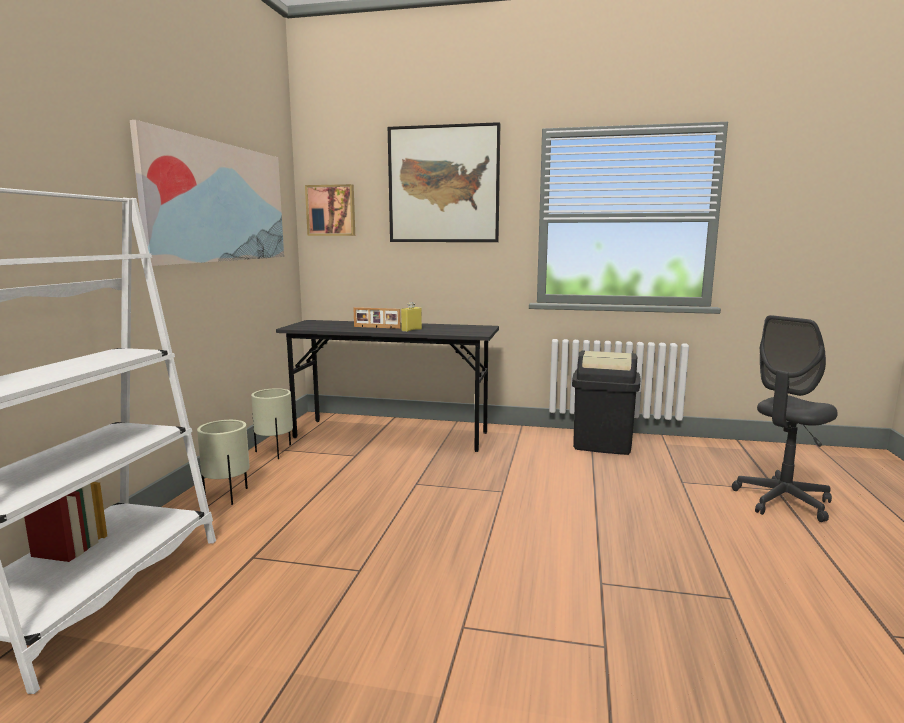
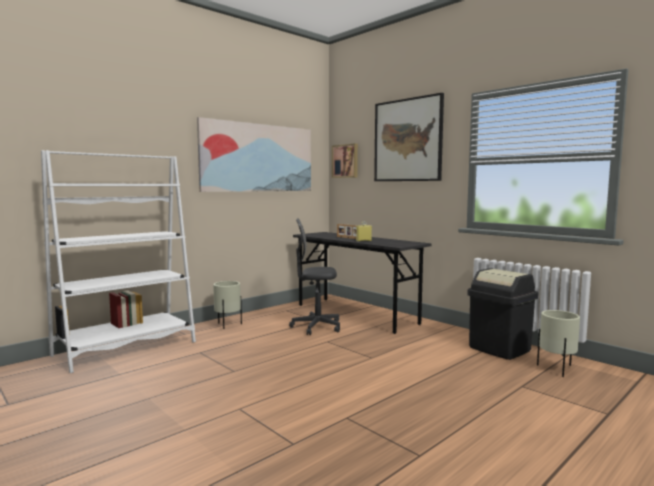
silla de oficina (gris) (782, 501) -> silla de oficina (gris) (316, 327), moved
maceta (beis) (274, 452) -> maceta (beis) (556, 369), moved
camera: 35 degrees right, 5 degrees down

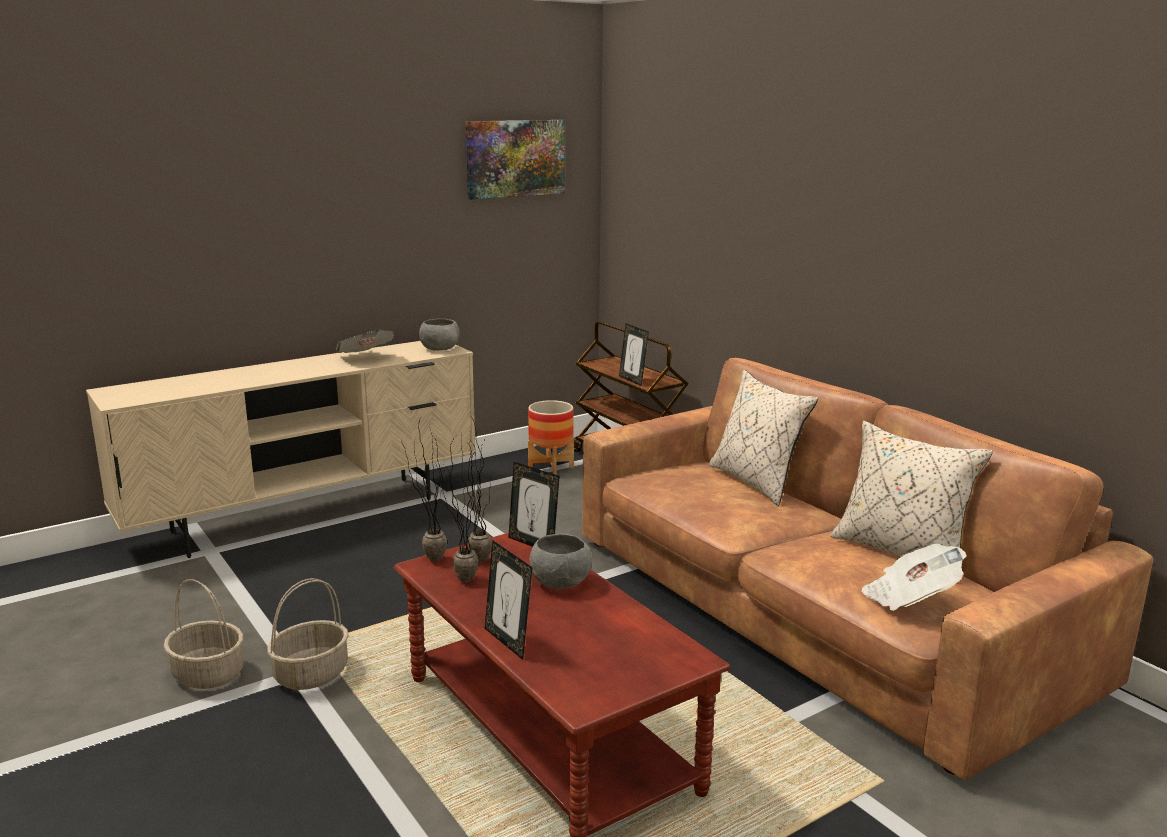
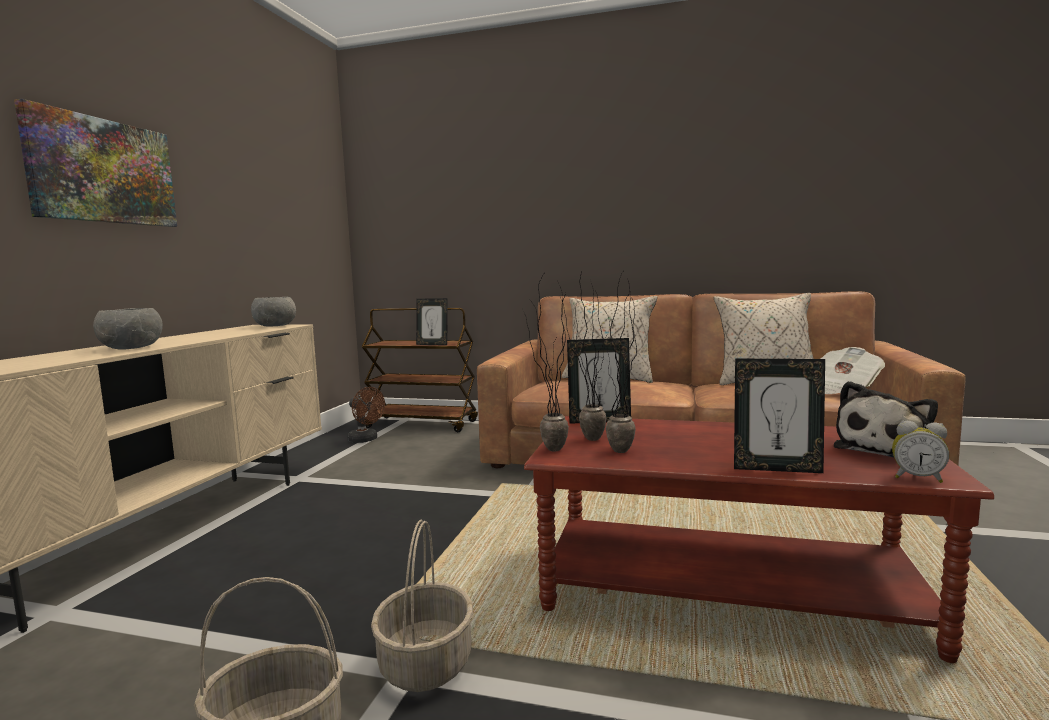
cuadro (515, 158) -> cuadro (102, 171), moved
cuenco (gris) (561, 582) -> cuenco (gris) (132, 348), moved
maceta (551, 468) -> ventilador (marrón) (366, 440)
none -> peluche (888, 449)
none -> despertador (917, 478)
periódico (365, 358) -> none
camera: 40 degrees left, 10 degrees down

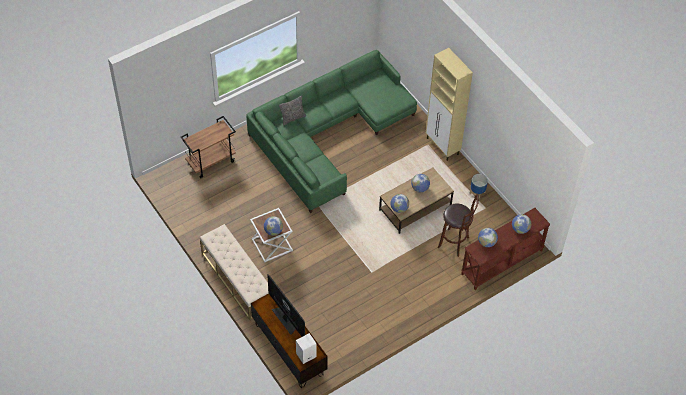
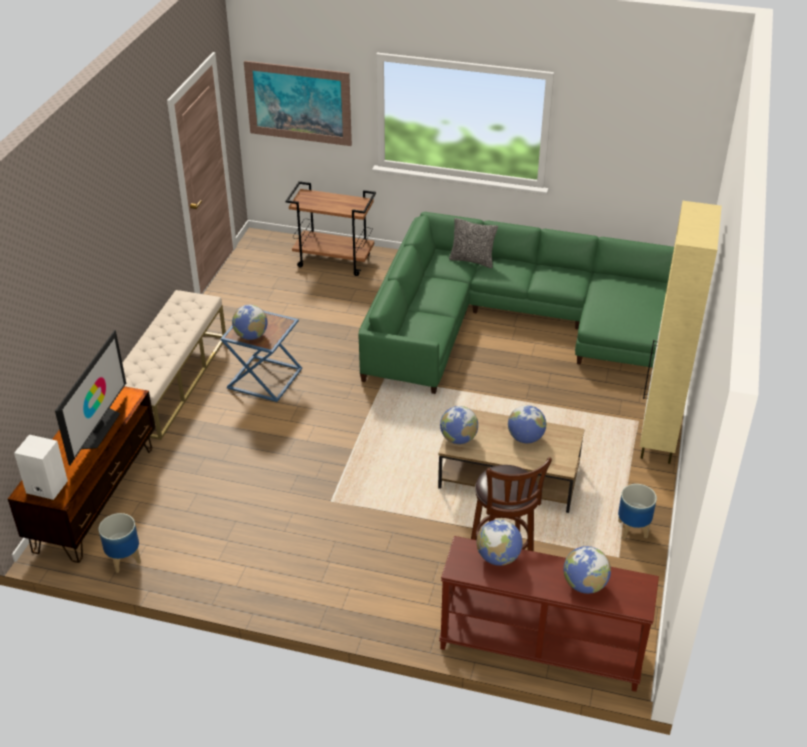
none -> maceta (124, 560)
mesa auxiliar (blanco) (273, 245) -> mesa auxiliar (azul) (265, 379)
none -> cuadro (298, 103)
camera: 50 degrees right, 15 degrees down

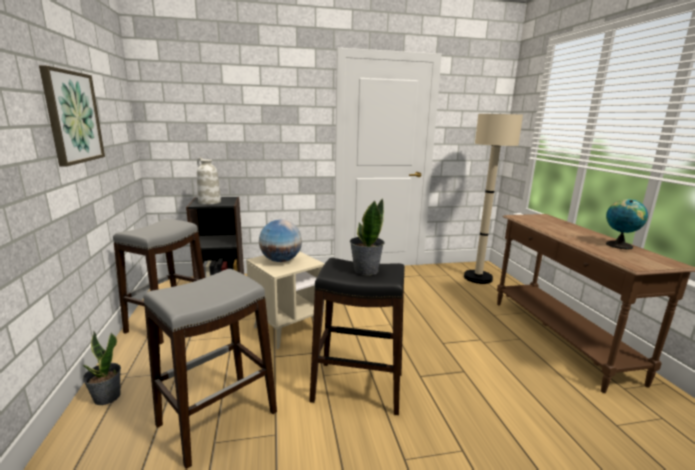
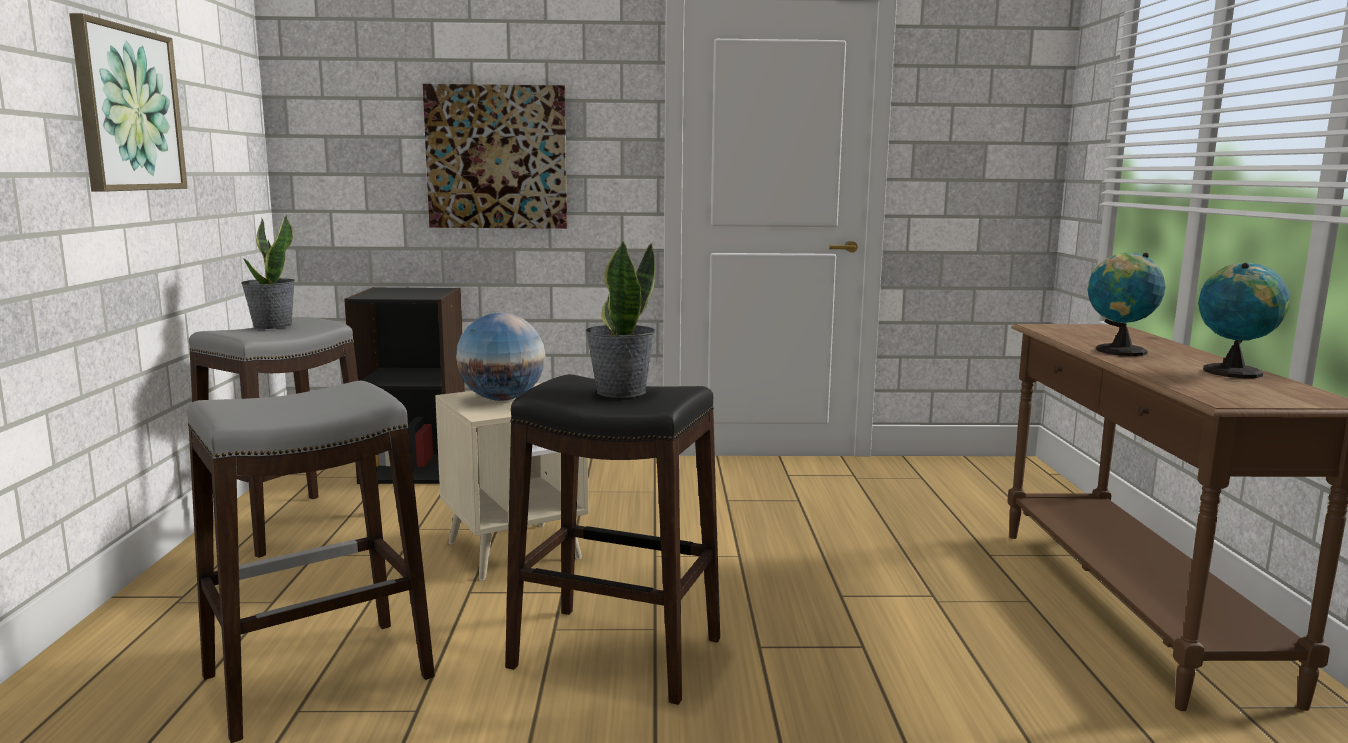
planta en maceta (107, 397) -> planta en maceta (272, 326), moved
none -> cuadro (497, 157)
none -> globo terráqueo (1117, 351)
florero (blanco) (209, 202) -> none
lámpara de pie (beis) (478, 278) -> none
camera: 10 degrees right, 5 degrees down

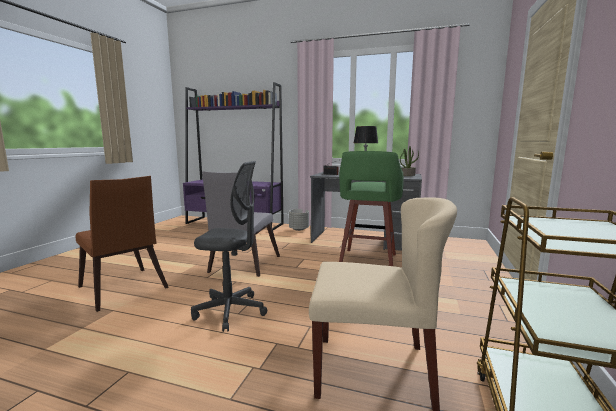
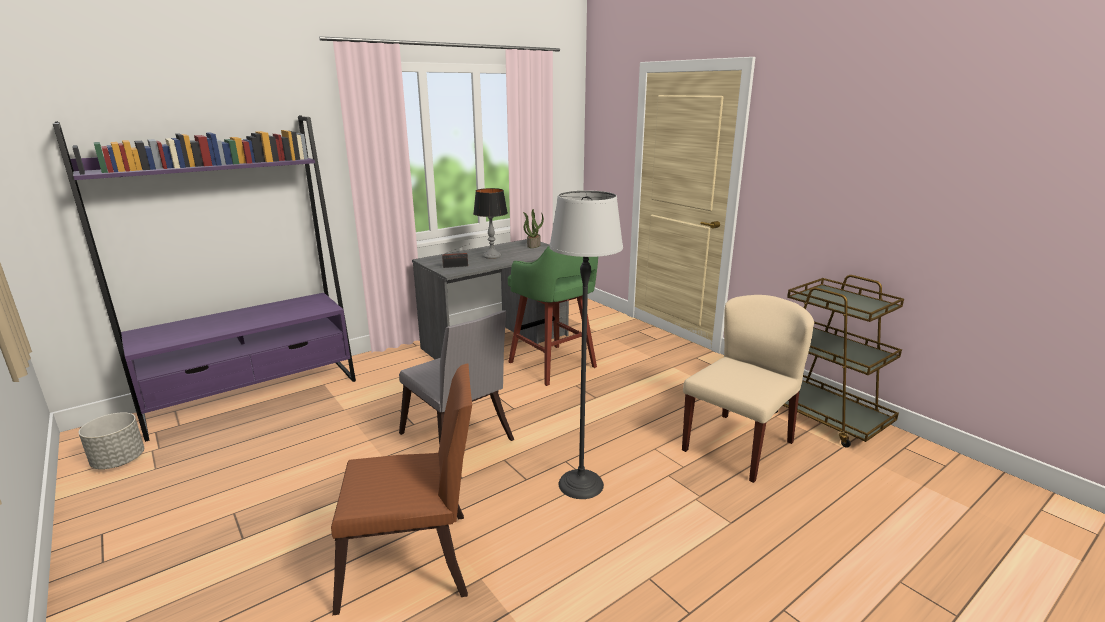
maceta (gris) (299, 229) -> maceta (gris) (119, 461), moved
silla de oficina (gris) (230, 311) -> lámpara de pie (581, 484)
camera: 55 degrees left, 10 degrees up

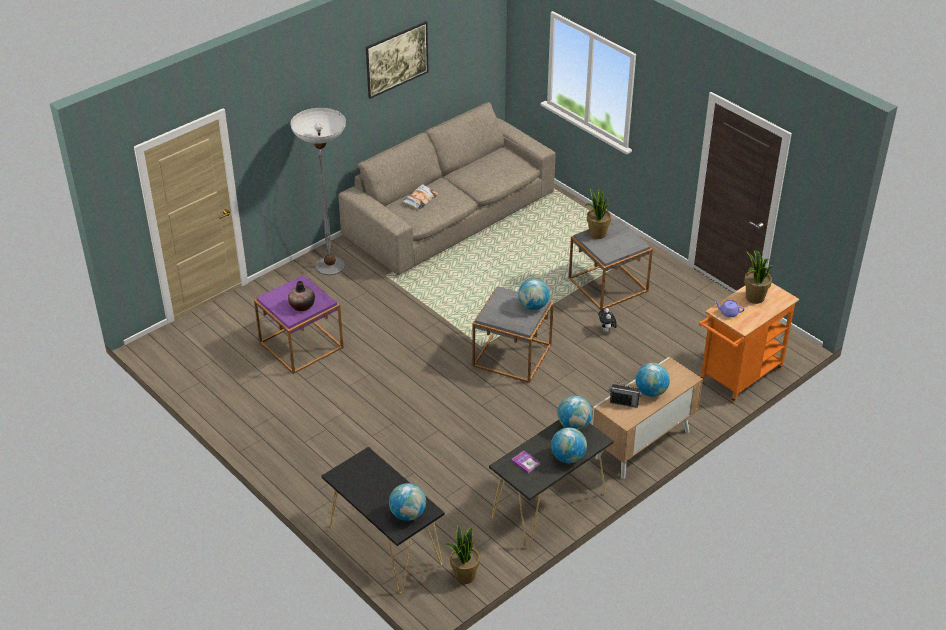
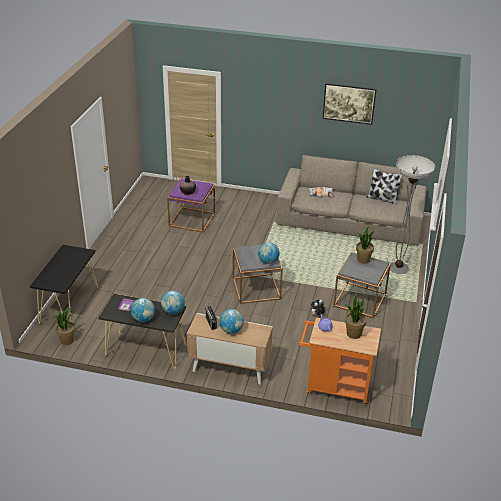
none -> cojín (382, 199)
lámpara de pie (330, 266) -> lámpara de pie (398, 268), moved
globo terráqueo (408, 514) -> none
camera: 55 degrees right, 5 degrees down

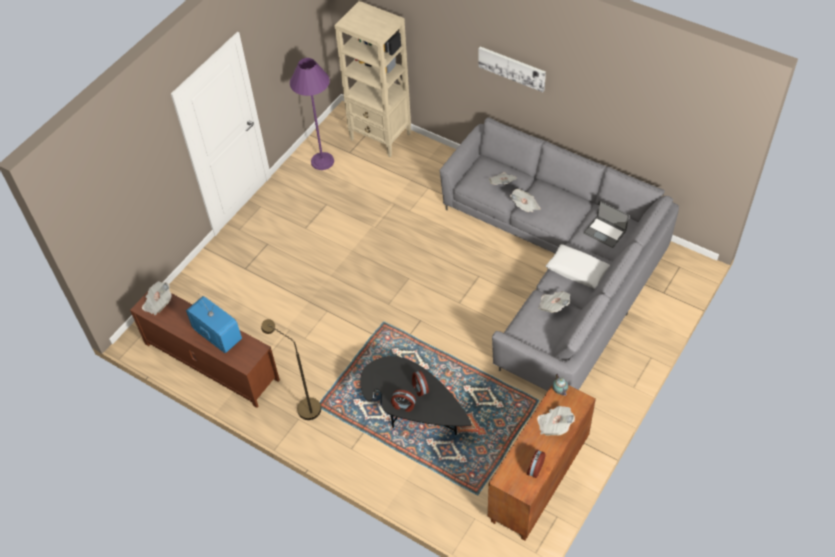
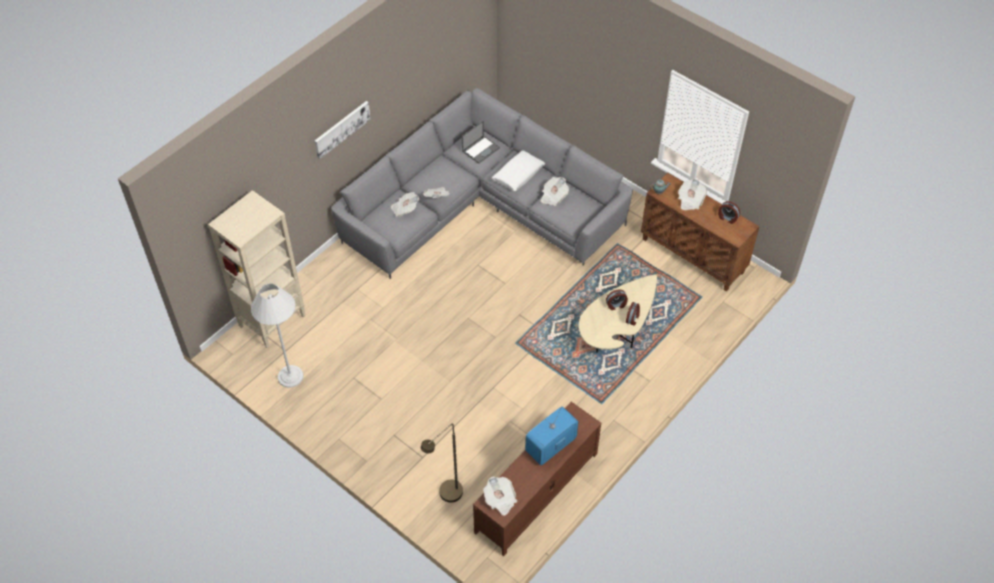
lámpara de pie (morado) (322, 161) -> lámpara de pie (blanco) (290, 376)
lámpara de pie (marrón) (303, 407) -> lámpara de pie (marrón) (446, 496), moved
mesa de centro (negro) (412, 410) -> mesa de centro (beis) (616, 331)
camera: 85 degrees left, 0 degrees up

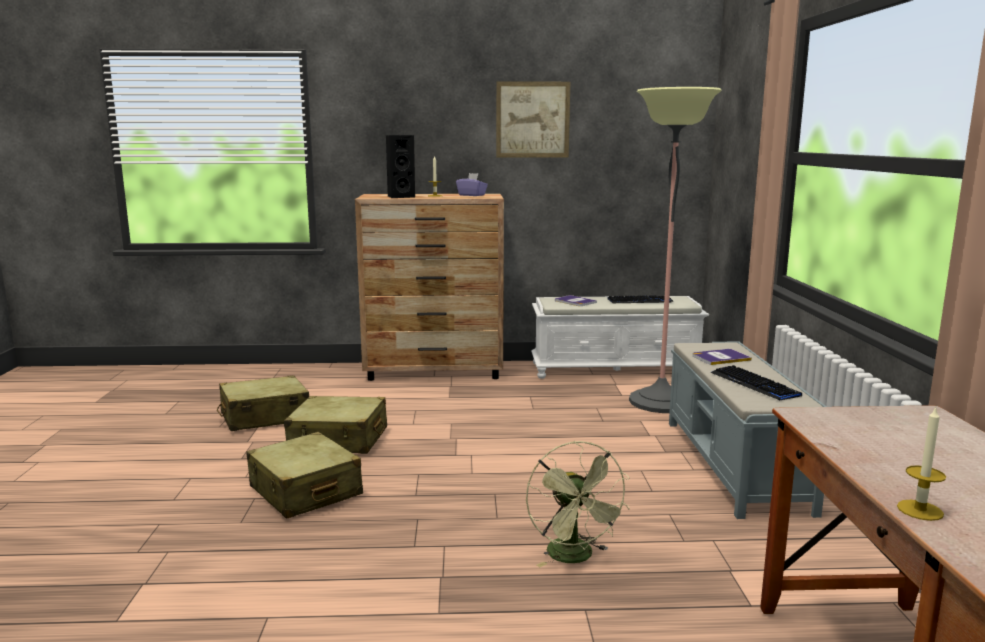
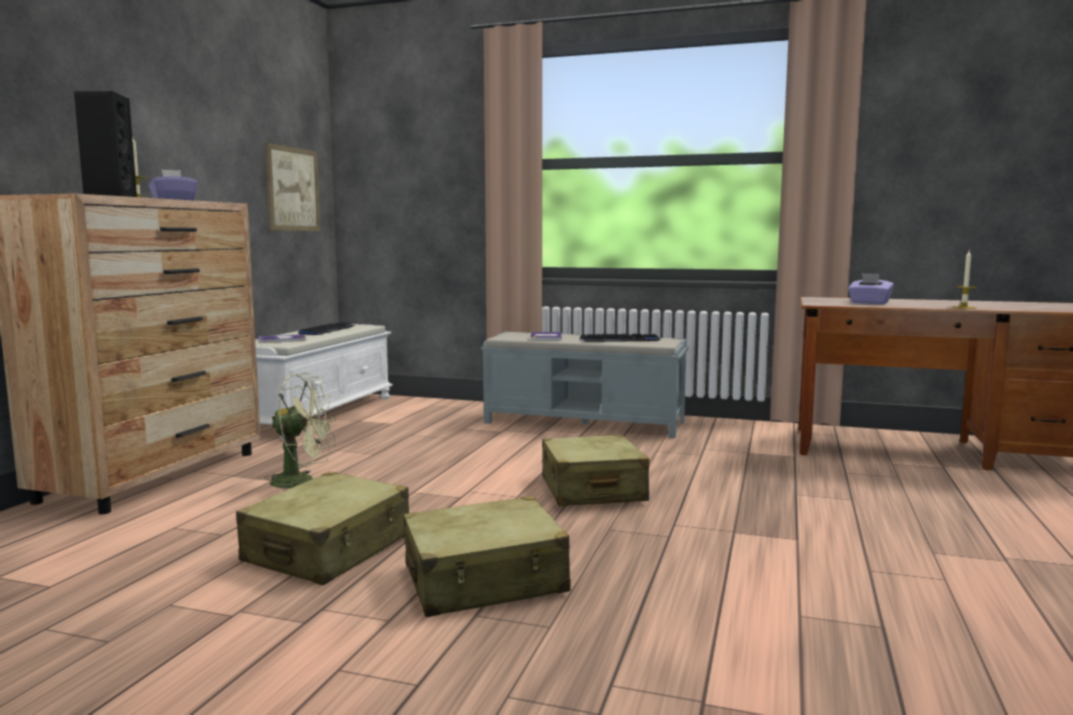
ventilador (verde) (575, 557) -> ventilador (verde) (302, 482), moved
cuadro (532, 120) -> cuadro (293, 189), moved
maleta (beis) (264, 417) -> maleta (beis) (592, 490), moved
none -> caja de pañuelos (morado) (869, 303)
lámpara de pie (661, 402) -> none
camera: 70 degrees left, 5 degrees down

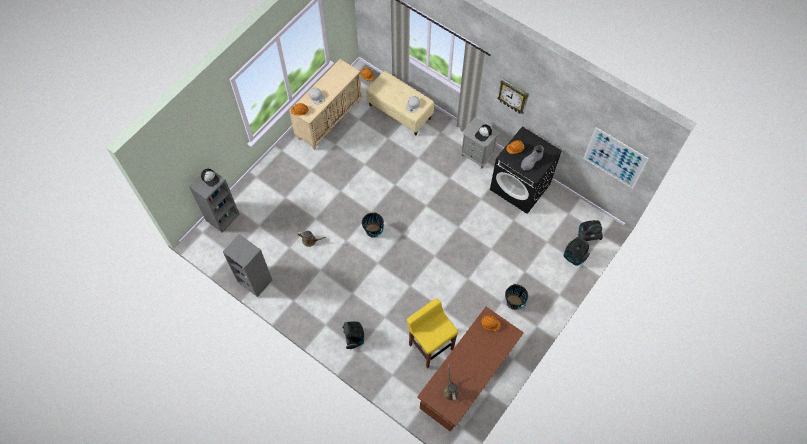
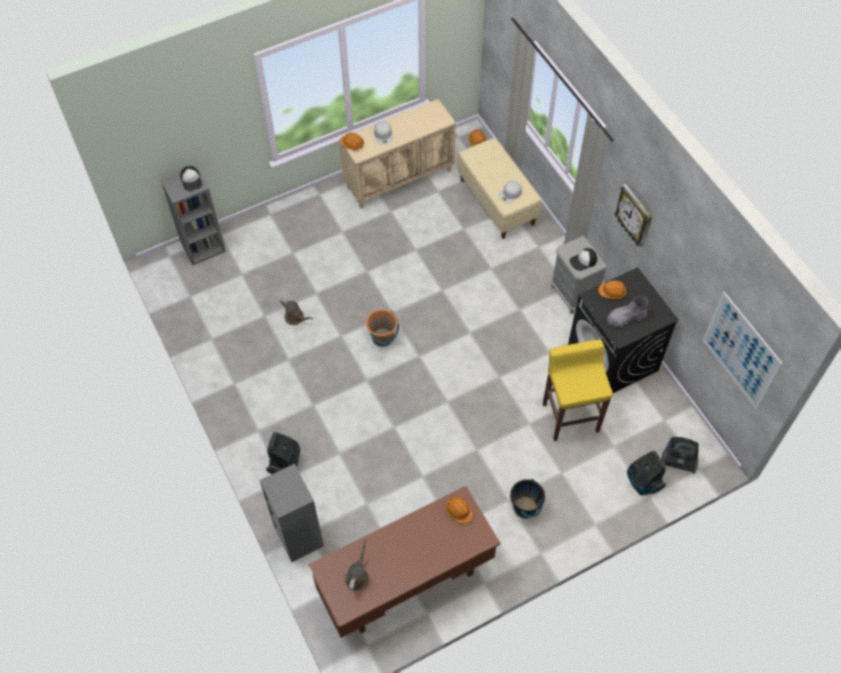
estantería (gris) (254, 281) -> estantería (gris) (298, 536), moved
cubo (negro) (373, 231) -> cubo (naranja) (382, 337)
taburete (amarillo) (430, 346) -> taburete (amarillo) (570, 416), moved
camera: 25 degrees right, 5 degrees down

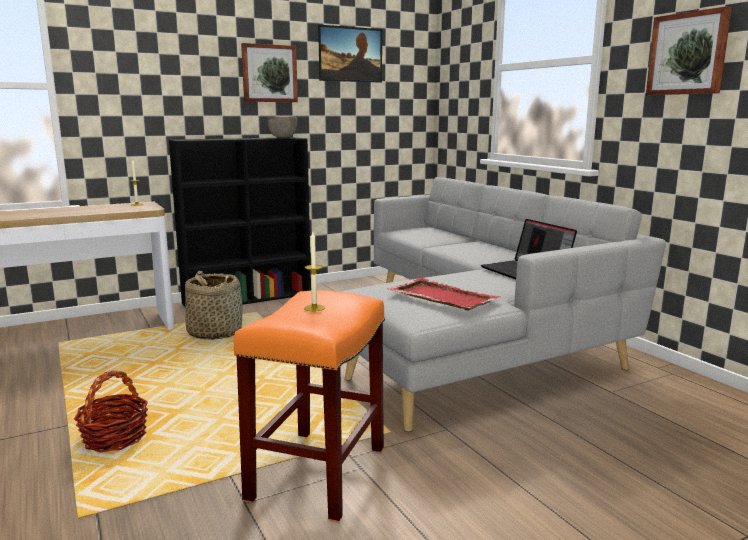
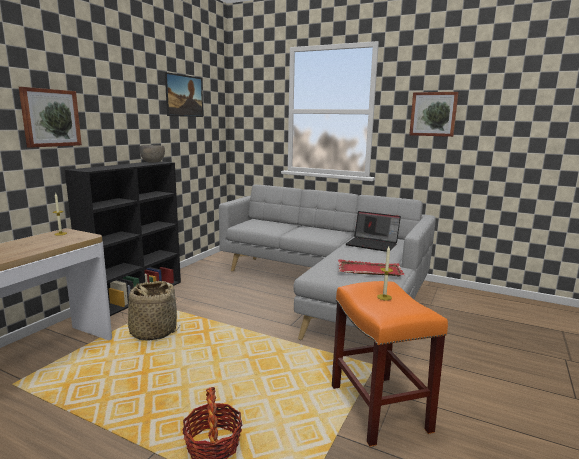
cuadro (269, 73) -> cuadro (50, 118), moved
camera: 35 degrees left, 0 degrees up

